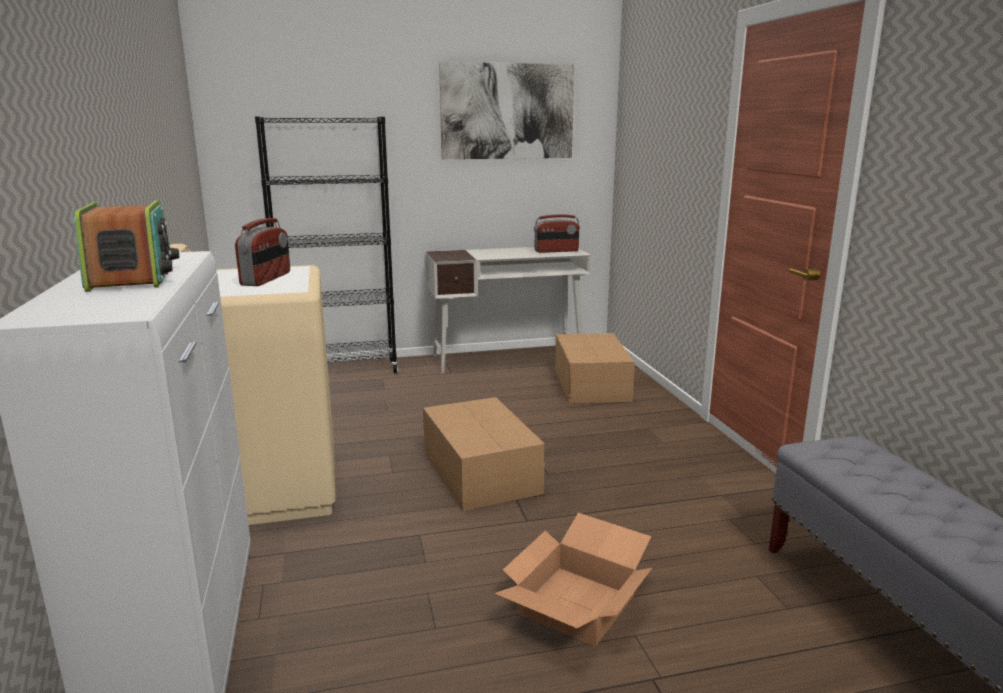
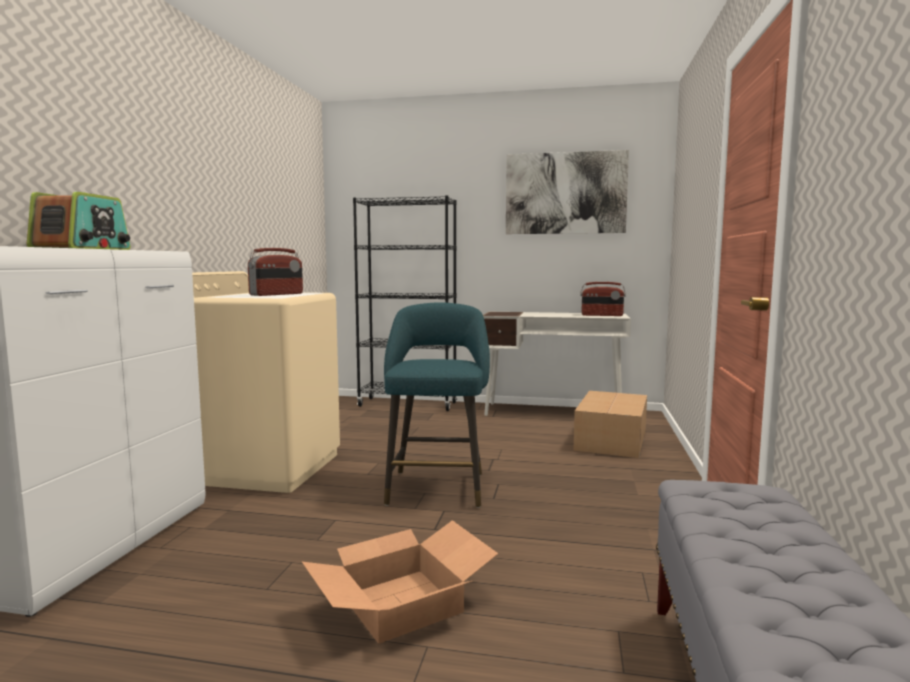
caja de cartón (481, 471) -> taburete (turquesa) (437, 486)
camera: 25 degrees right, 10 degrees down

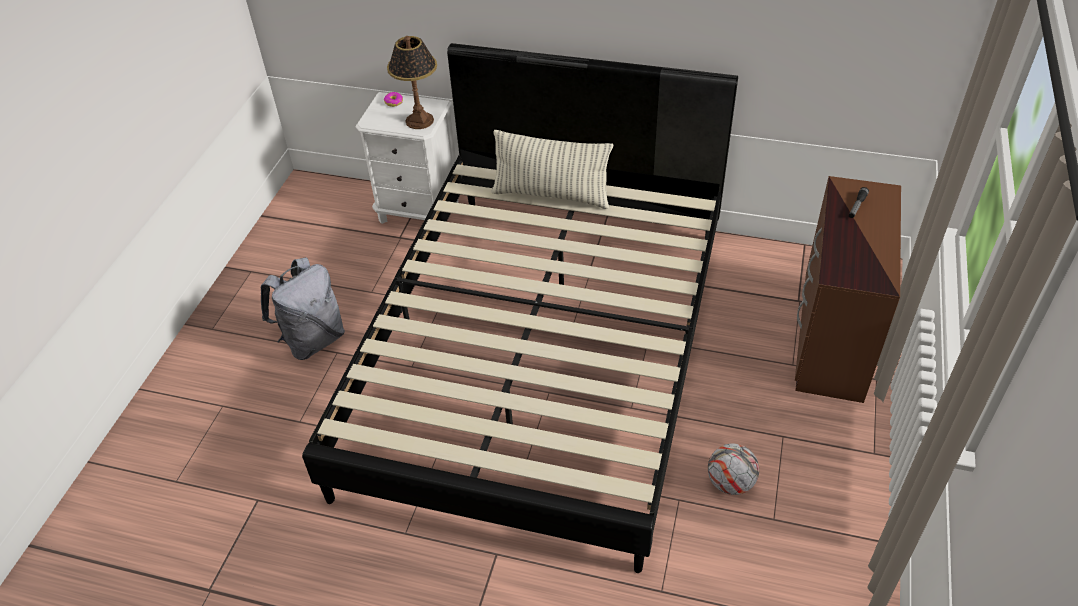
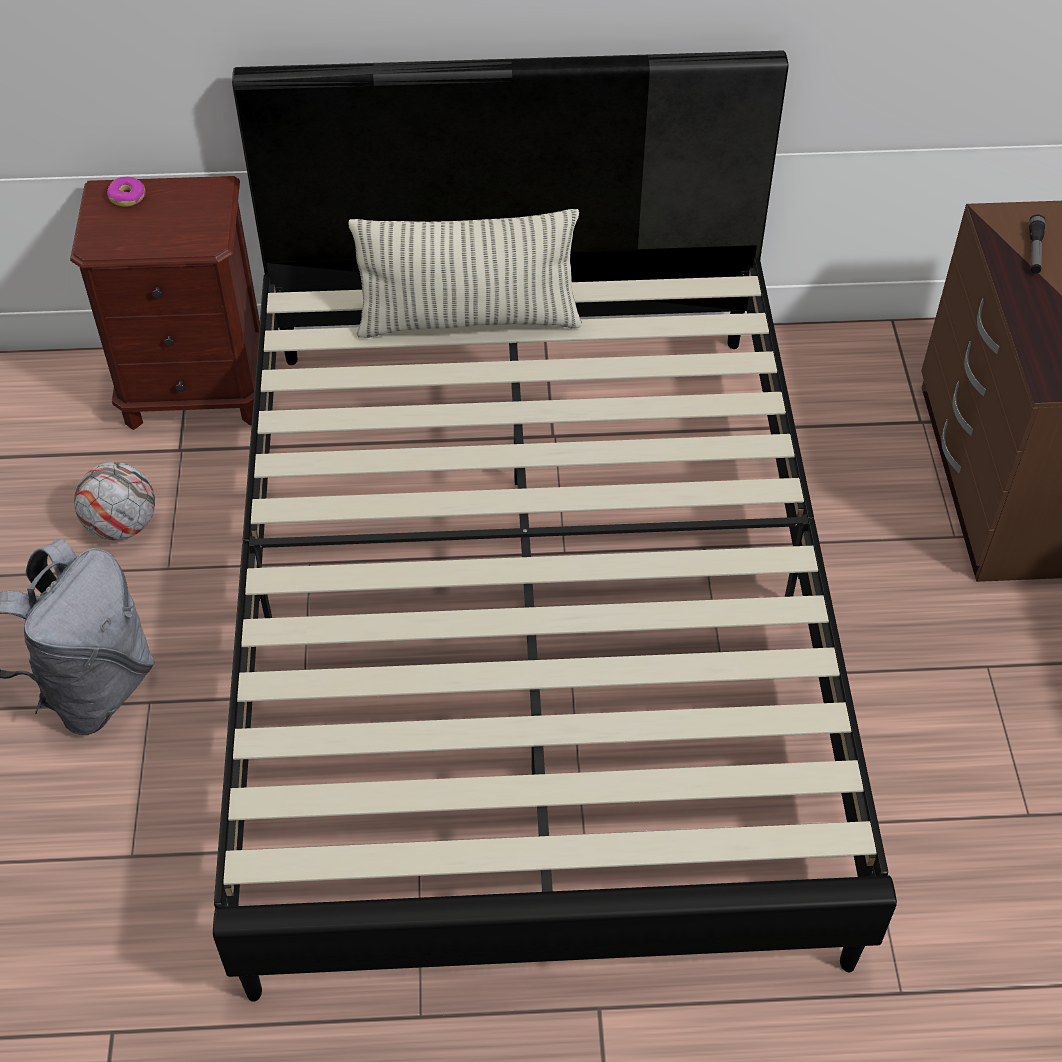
mesita de noche (blanco) (419, 211) -> mesita de noche (marrón) (196, 390)
balón de fútbol (730, 482) -> balón de fútbol (122, 525), moved
lámpara de mesa (420, 120) -> none
camera: 20 degrees left, 5 degrees up

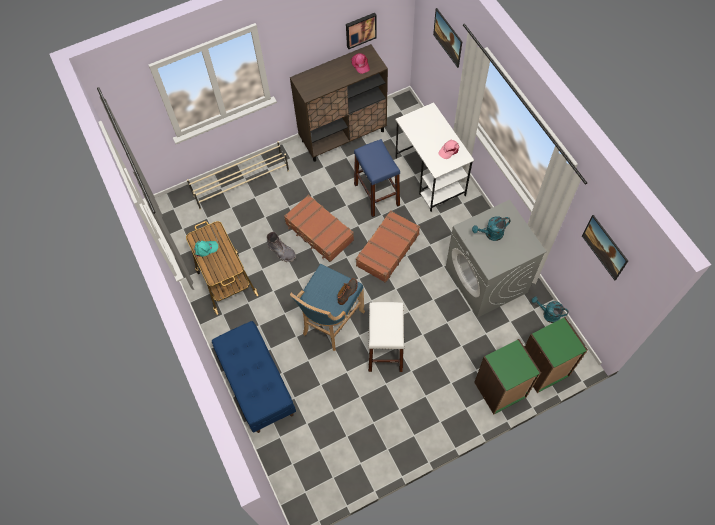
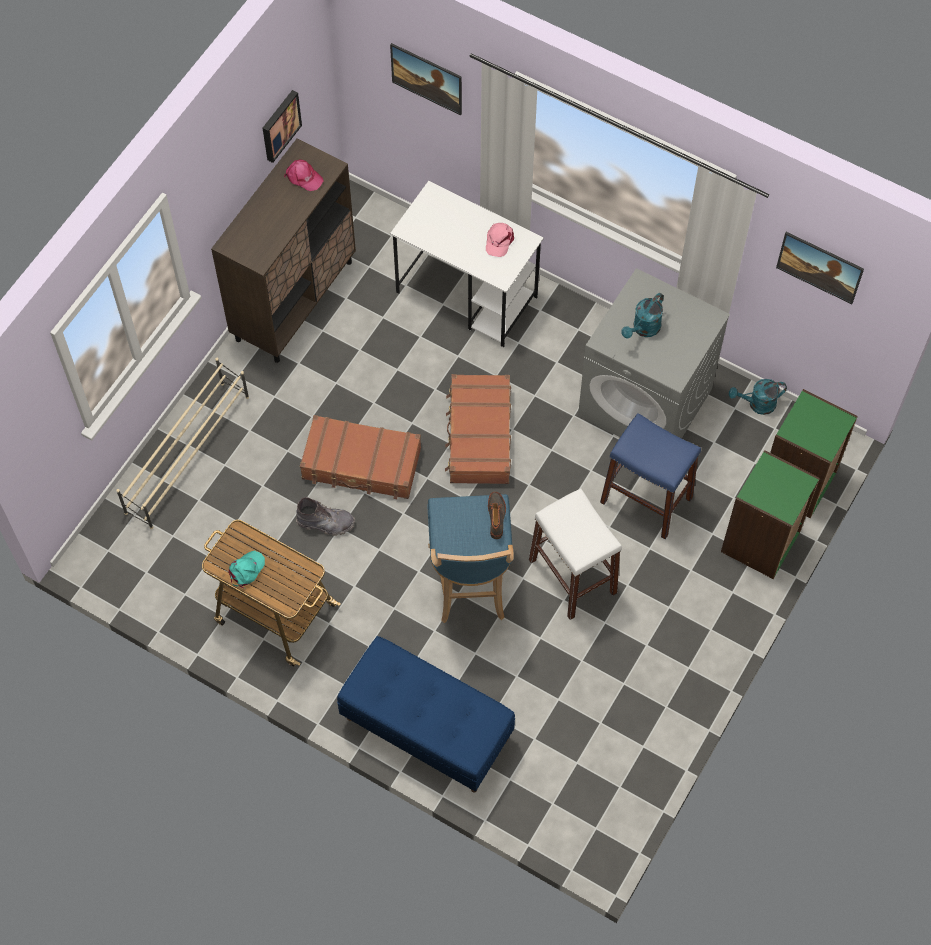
taburete (azul) (376, 194) -> taburete (azul) (646, 500), moved
camera: 35 degrees left, 0 degrees up

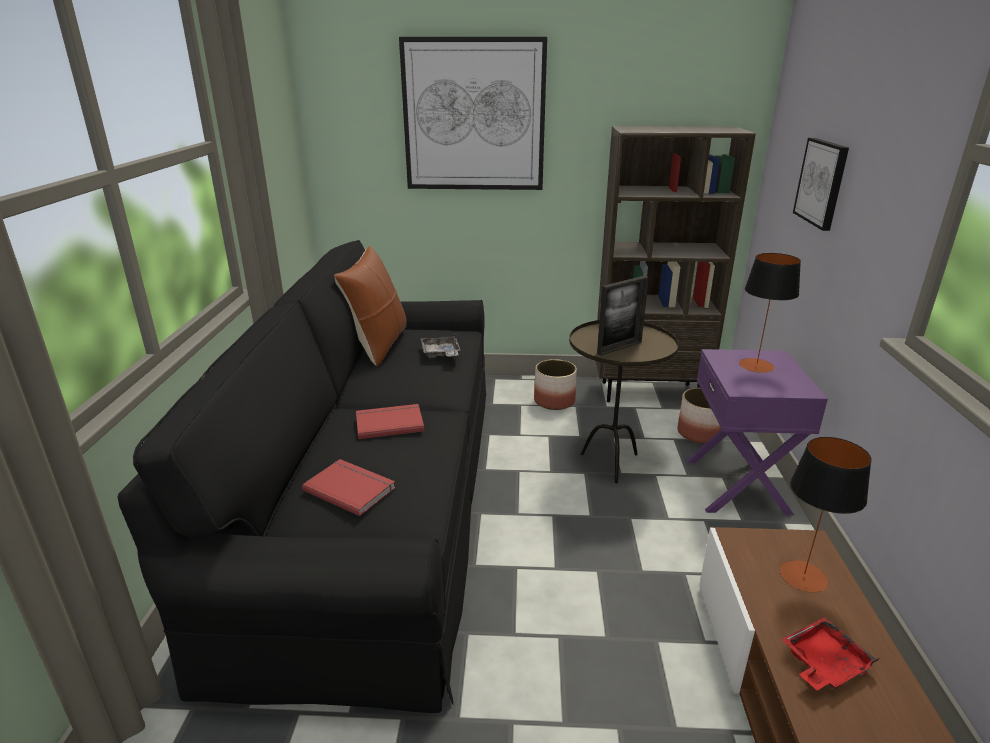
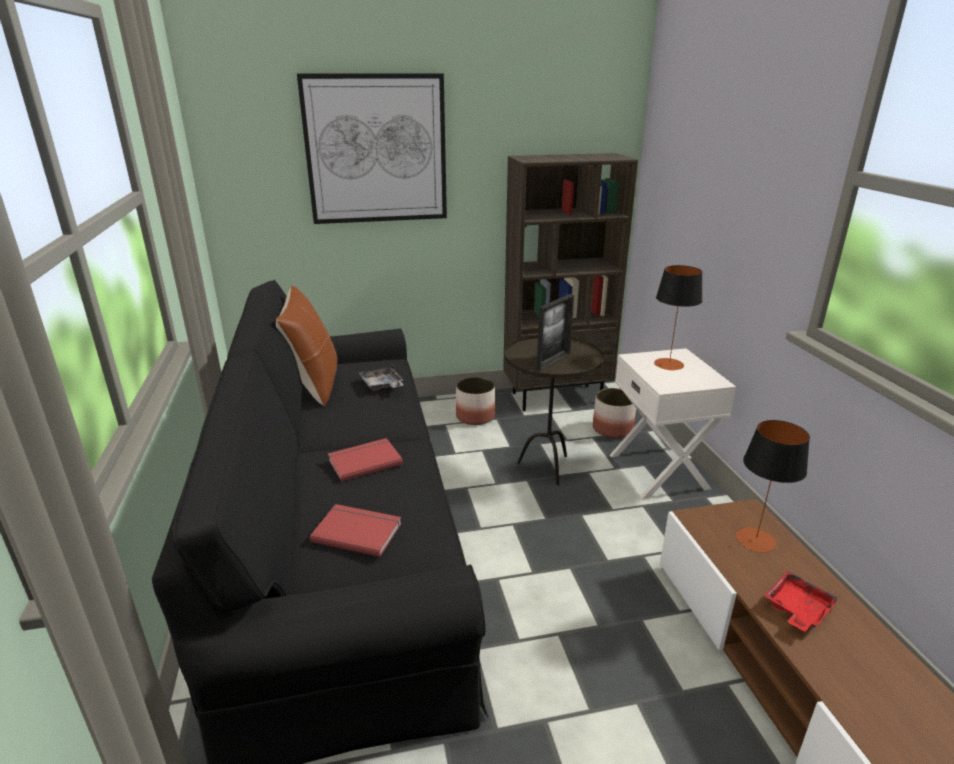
mesita de noche (morado) (738, 486) -> mesita de noche (blanco) (659, 471)
cuadro (822, 182) -> none
camera: 15 degrees left, 0 degrees up

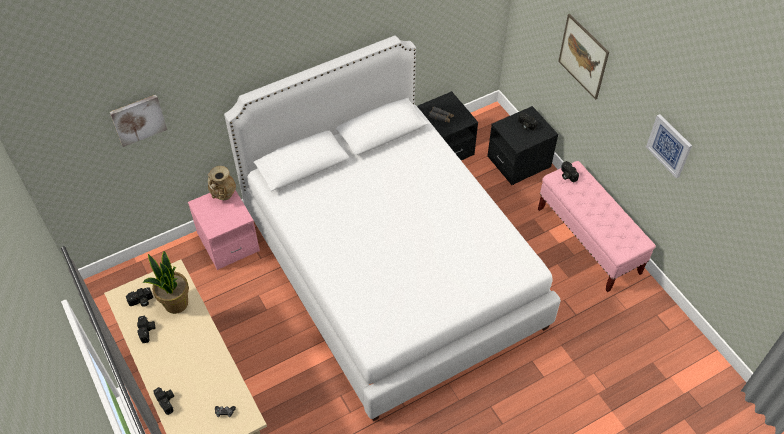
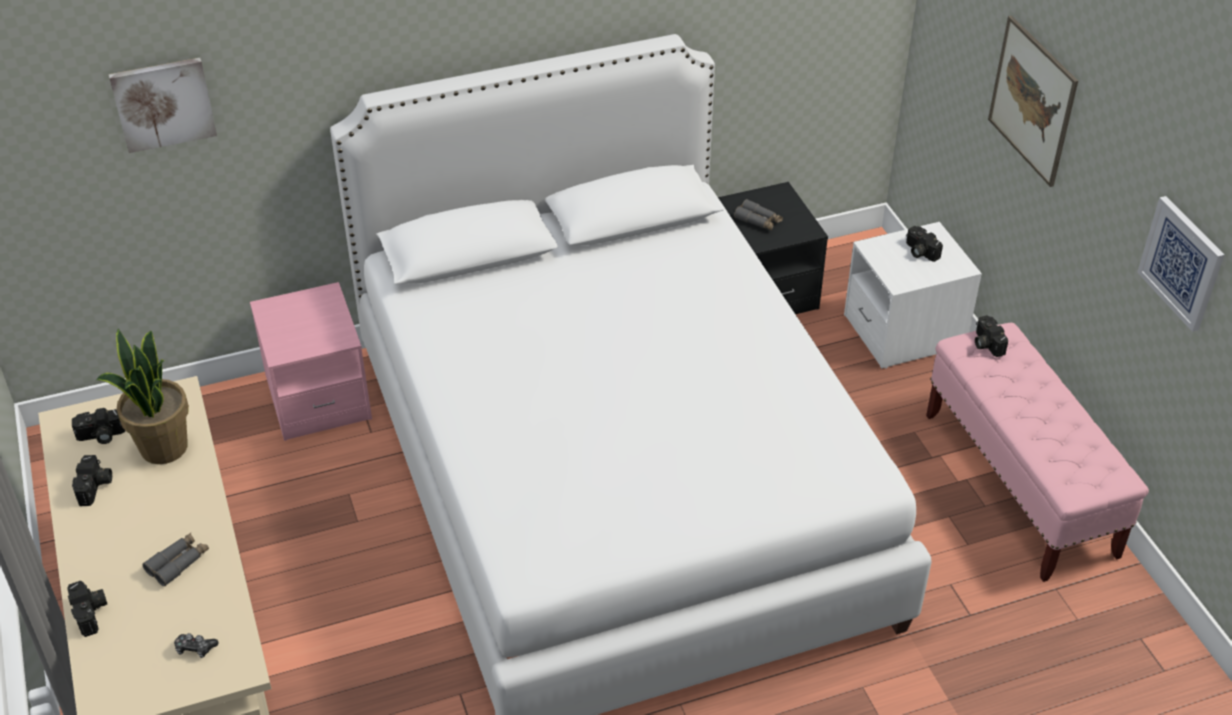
none -> prismáticos (gris) (178, 563)
mesita de noche (negro) (519, 162) -> mesita de noche (blanco) (904, 331)
florero (beis) (223, 196) -> none
camera: 10 degrees right, 10 degrees down

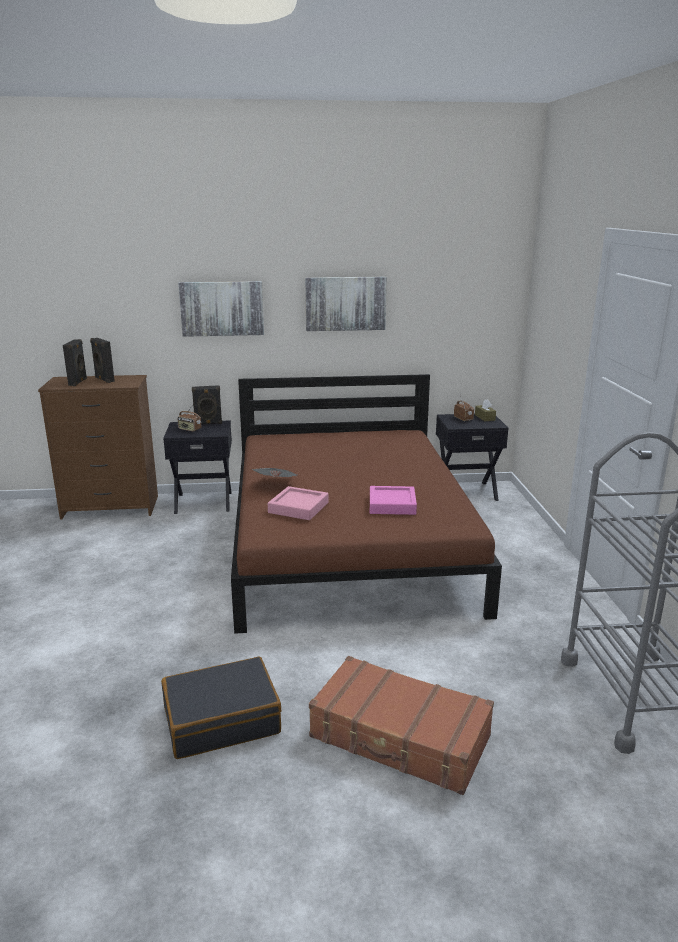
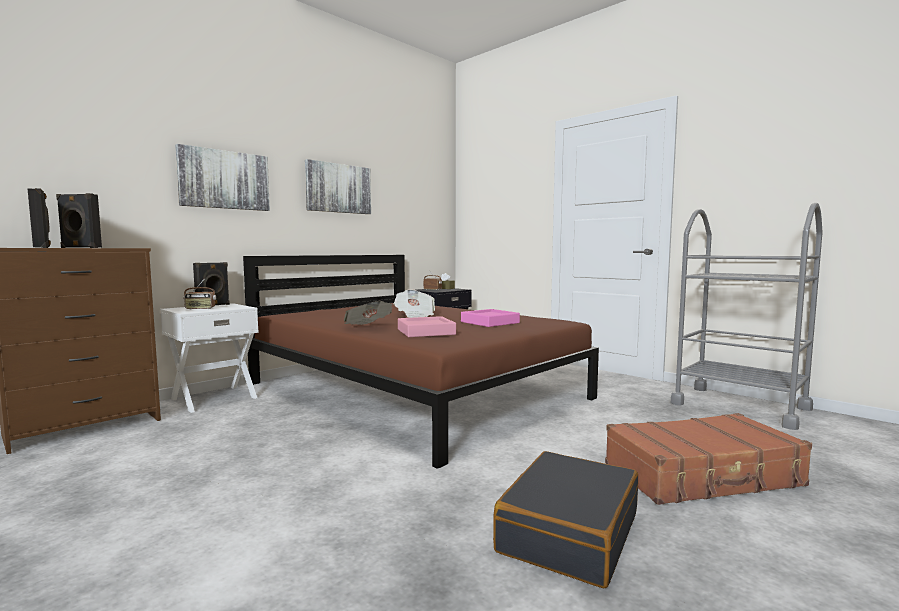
mesita de noche (negro) (203, 502) -> mesita de noche (blanco) (213, 398)
none -> periódico (414, 316)
camera: 40 degrees left, 15 degrees down

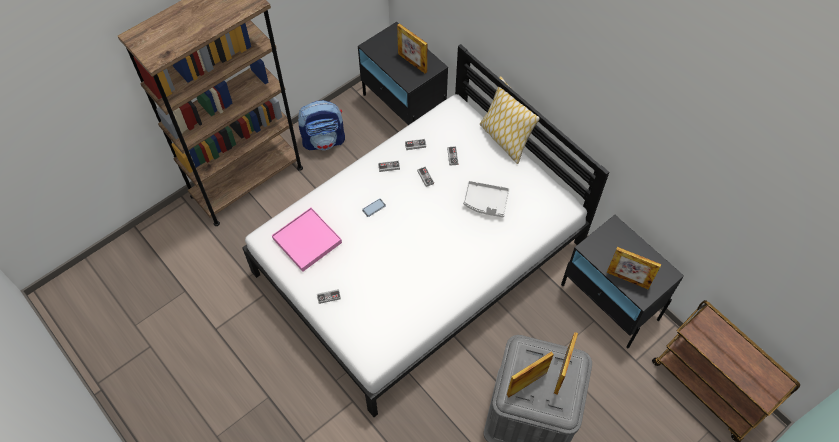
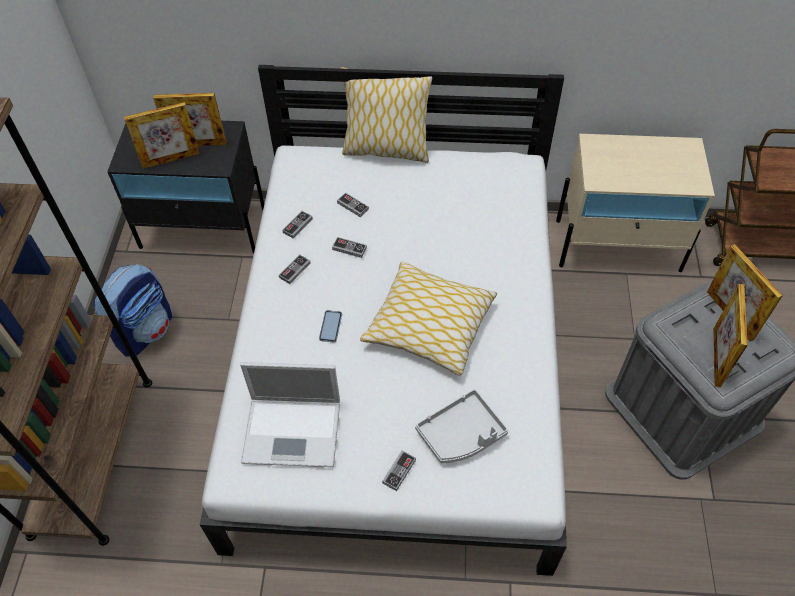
portarretratos (627, 279) -> portarretratos (171, 159), moved
bandeja (rosa) (307, 240) -> portátil (294, 431)
none -> cojín (429, 326)
bandeja (gris) (485, 202) -> bandeja (gris) (461, 434), moved
mesita de noche (negro) (610, 302) -> mesita de noche (beis) (618, 245)
camera: 45 degrees left, 5 degrees down

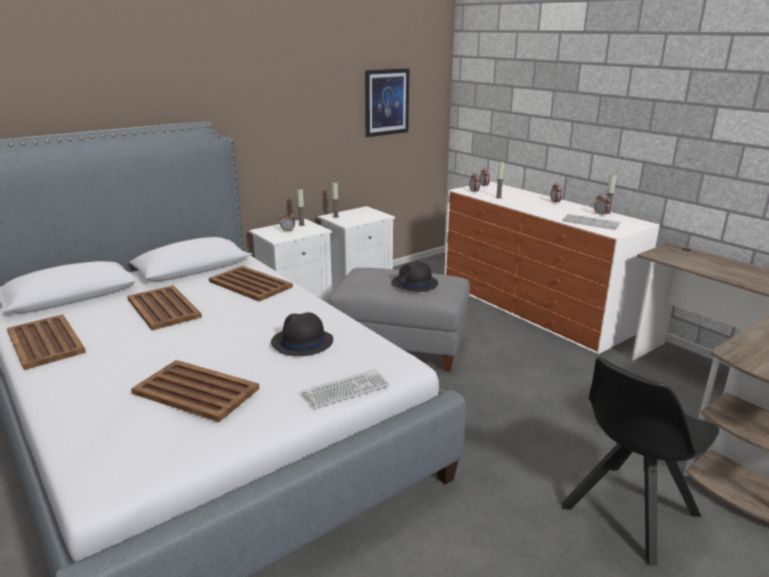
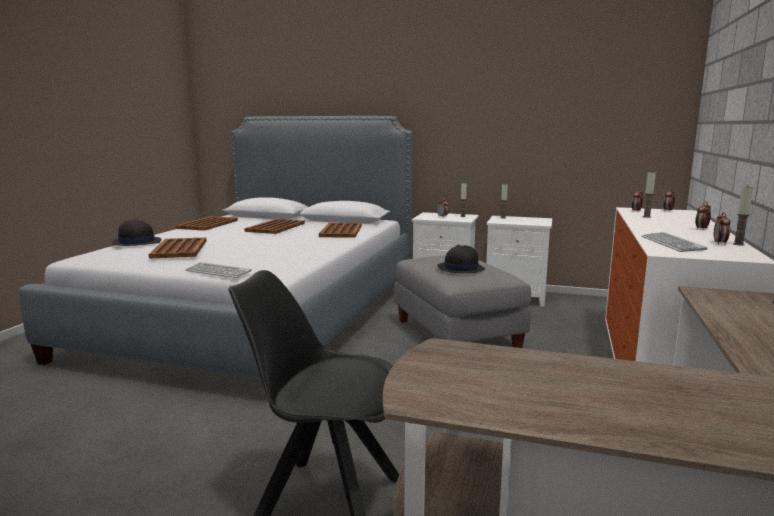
sombrero (negro) (301, 342) -> sombrero (negro) (136, 242), moved
cuadro (386, 102) -> none
camera: 55 degrees right, 10 degrees down

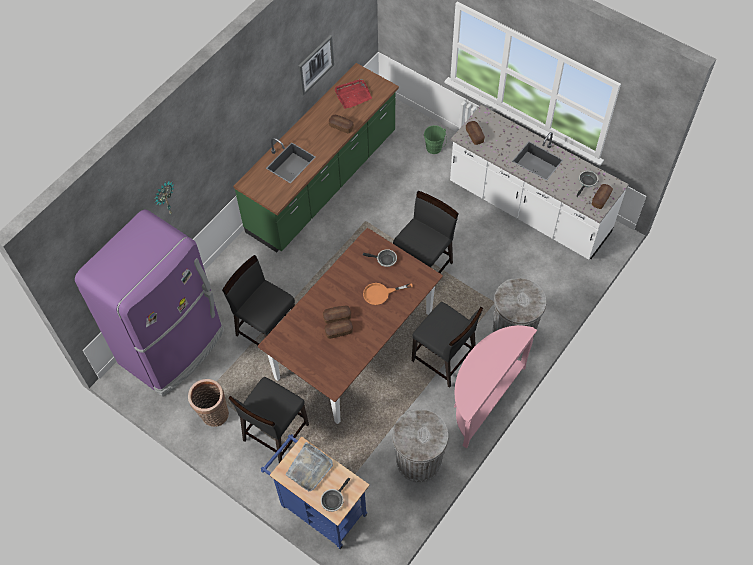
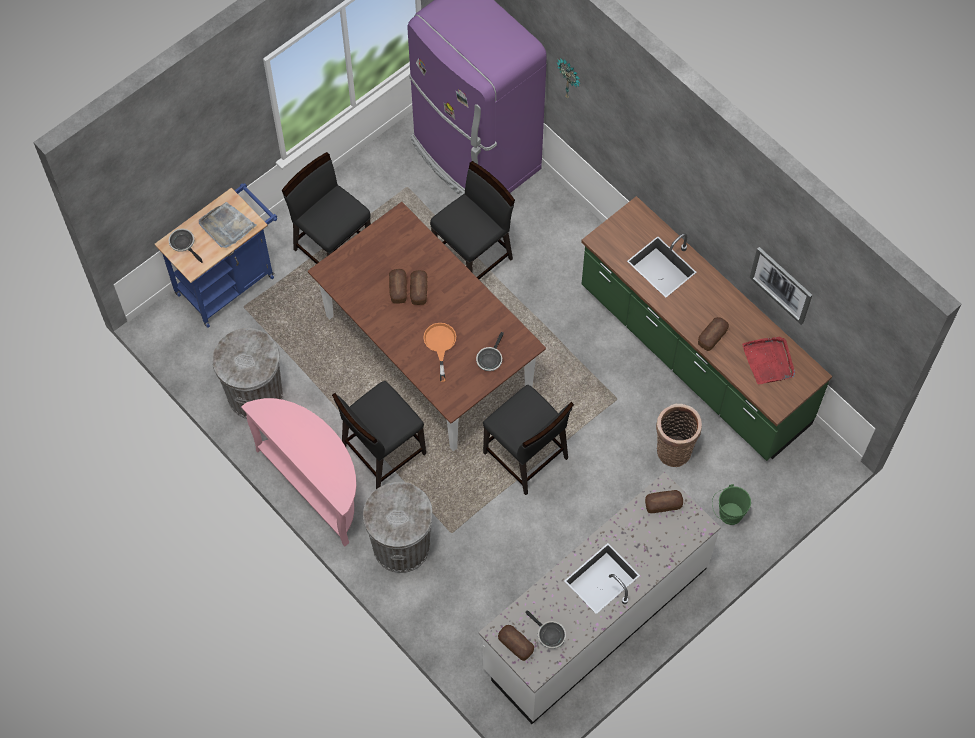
cesta (213, 415) -> cesta (673, 448), moved
camera: 100 degrees right, 5 degrees up

